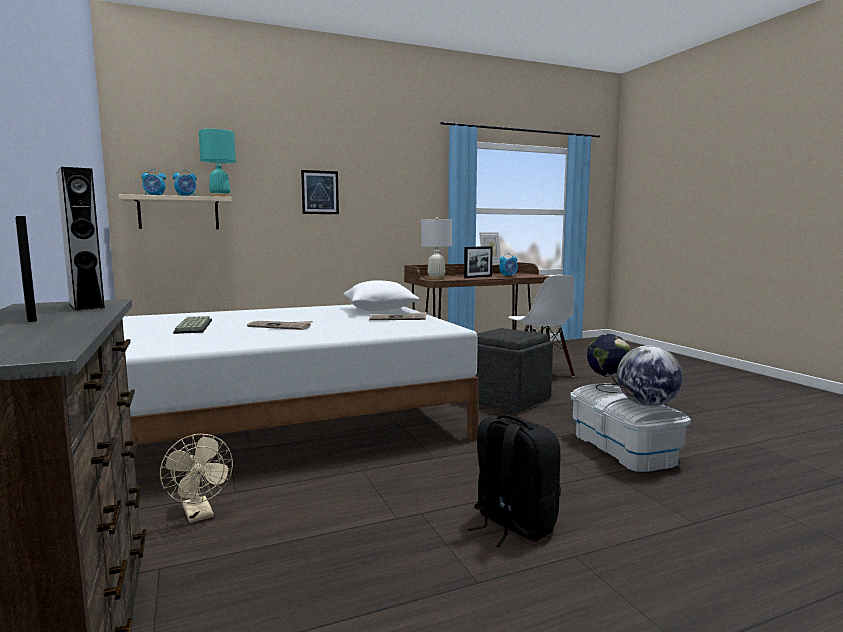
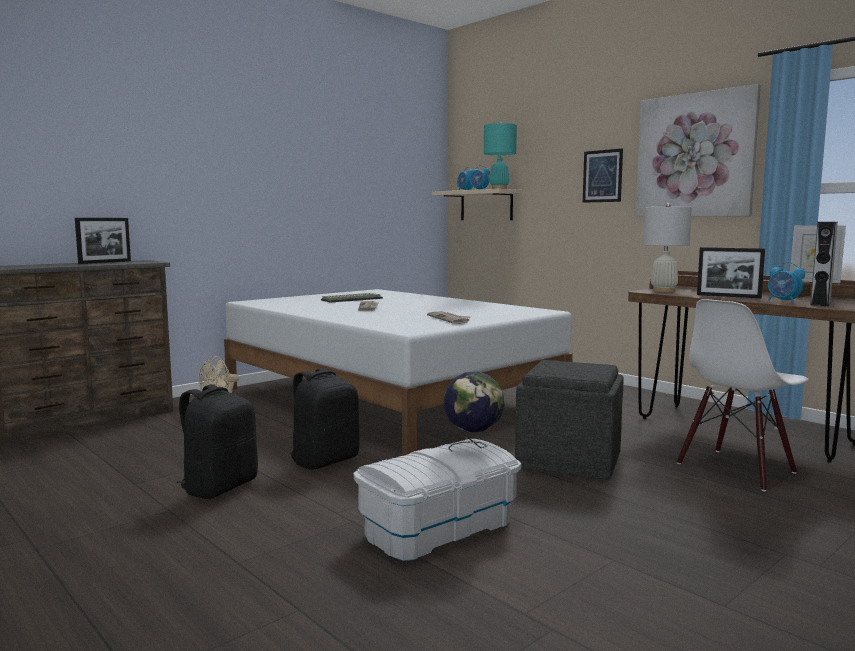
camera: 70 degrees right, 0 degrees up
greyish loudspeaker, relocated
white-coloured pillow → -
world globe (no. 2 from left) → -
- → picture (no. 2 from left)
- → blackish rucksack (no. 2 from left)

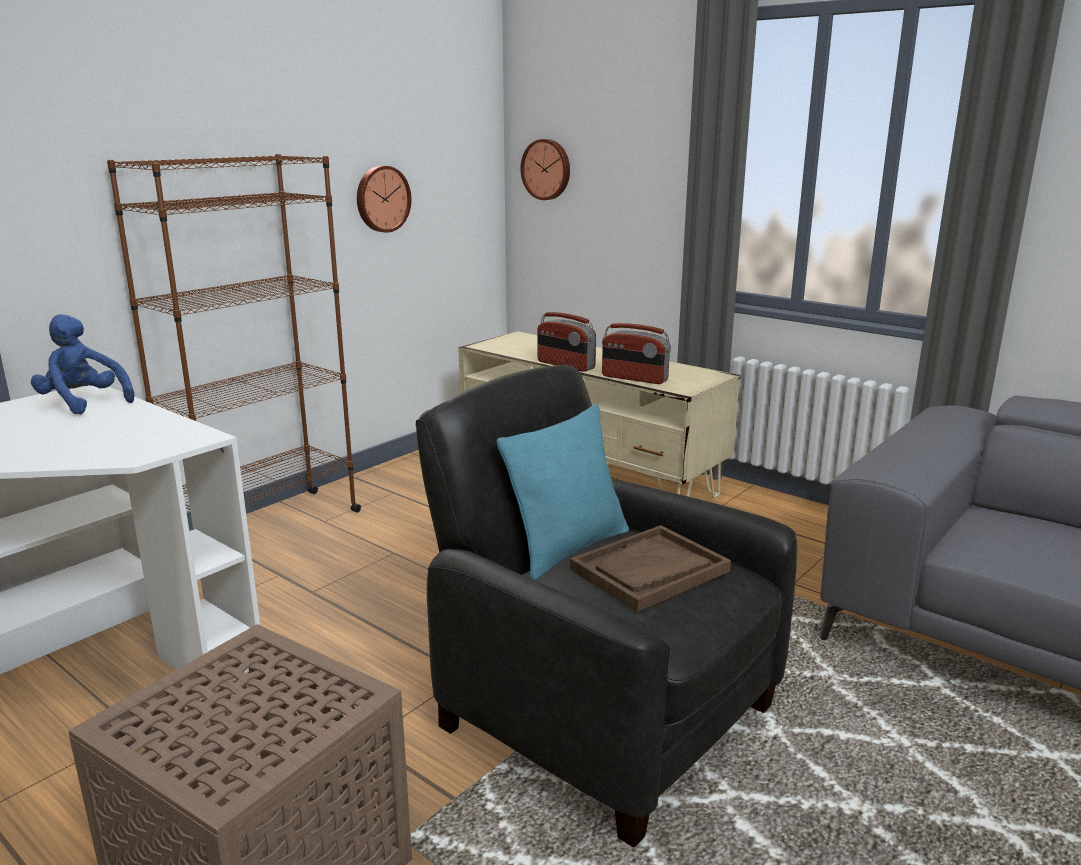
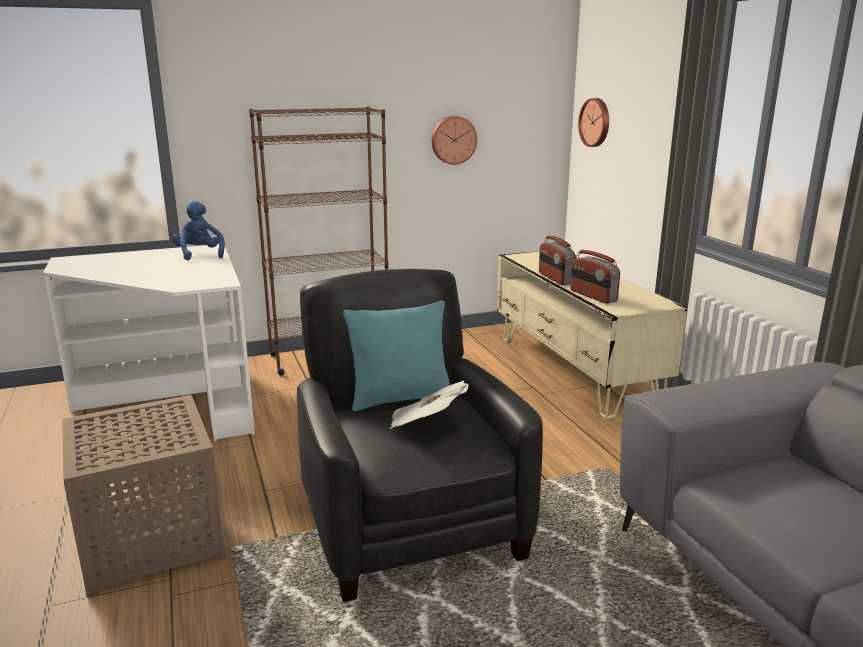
camera: 30 degrees right, 0 degrees up
brown carrying tray → printed paper

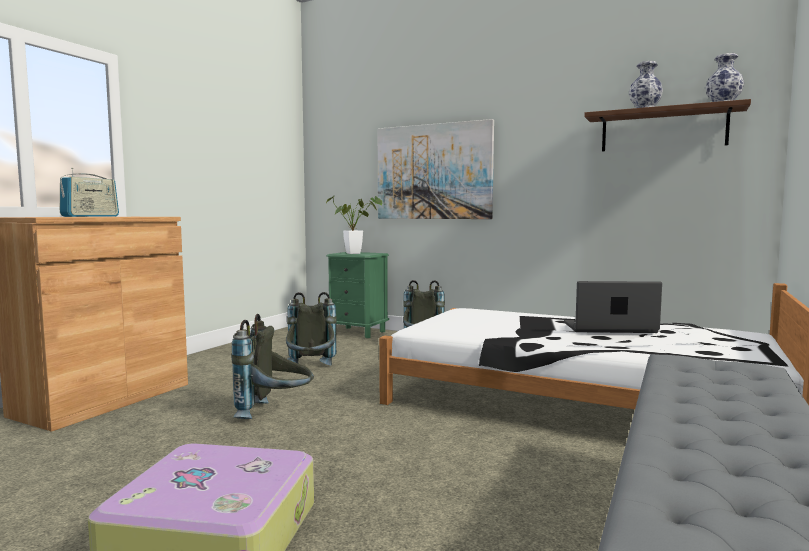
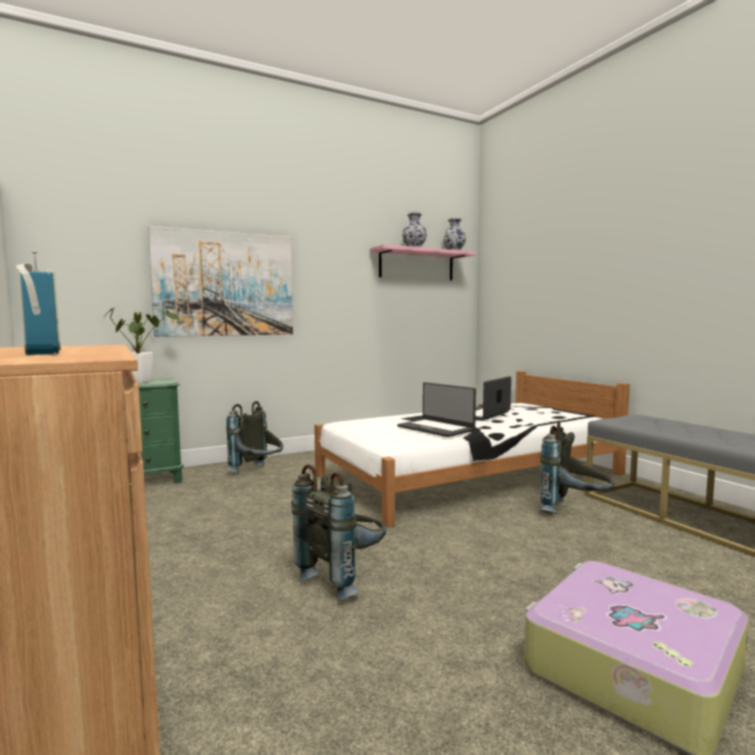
camera: 55 degrees left, 0 degrees up
brown bracket shelf → pink bracket shelf
greyish rucksack (no. 2 from left in the first image) → greyish rucksack (no. 3 from left), relocated
- → laptop (no. 1 from left)

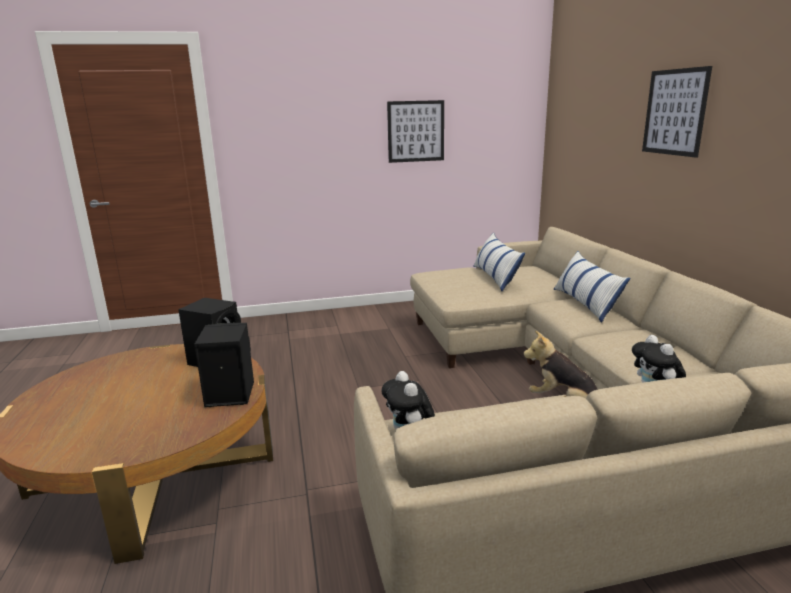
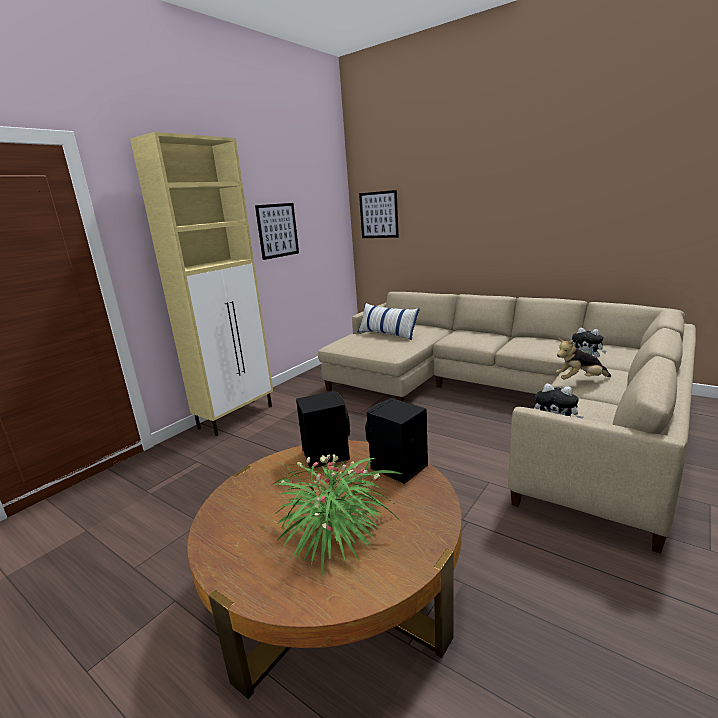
camera: 40 degrees left, 0 degrees up
picture (no. 2 from left), relocated
pillow (no. 2 from left) → -
- → sand-coloured cabinet
- → potted plant

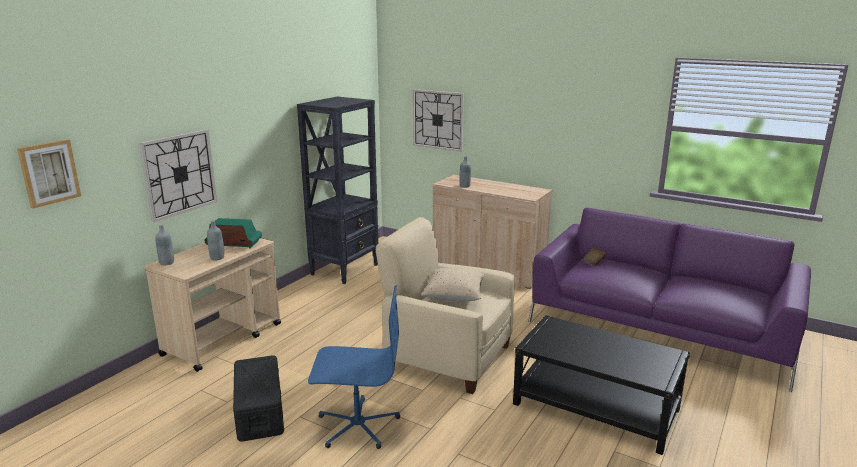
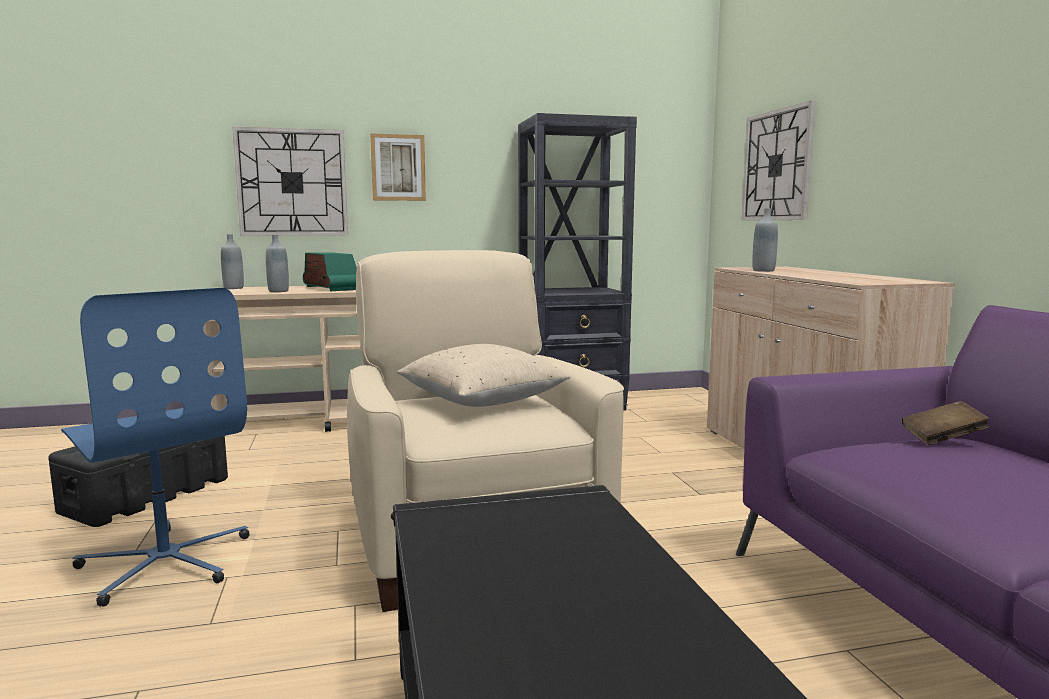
camera: 45 degrees right, 10 degrees down
picture, relocated

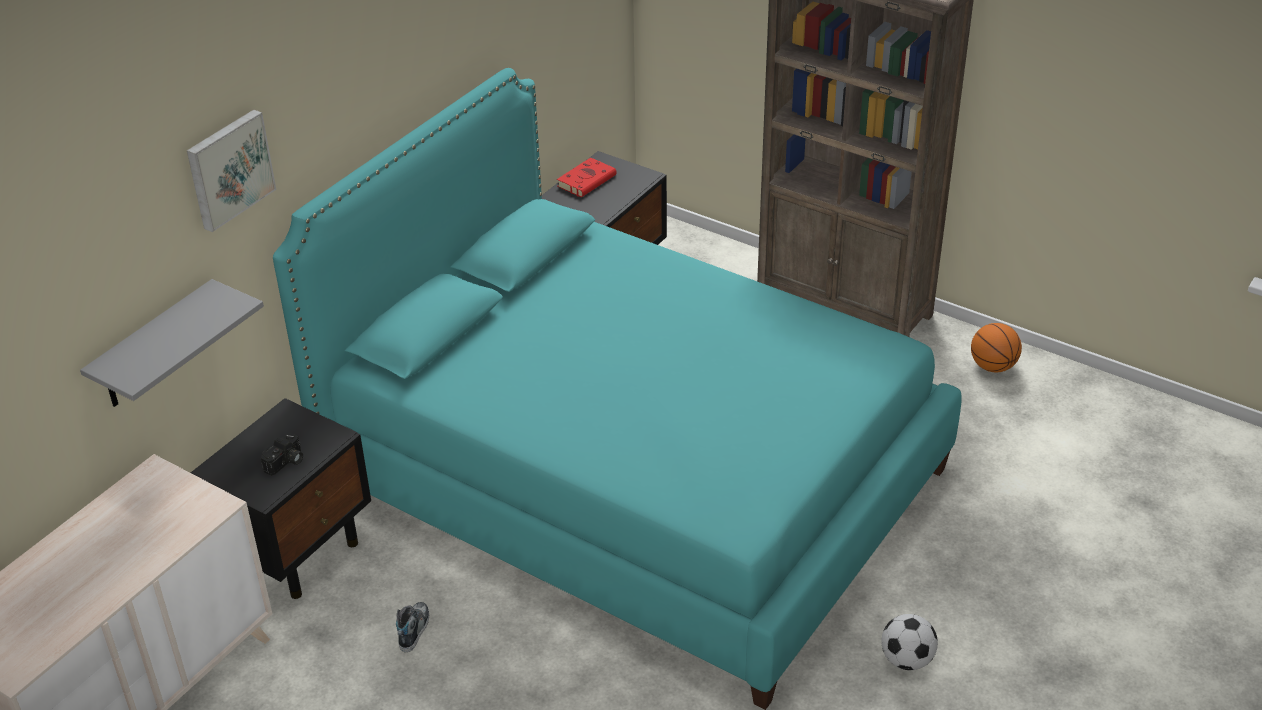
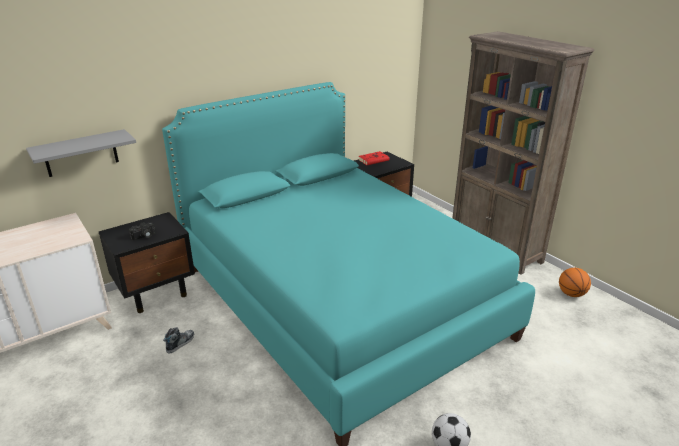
camera: 20 degrees right, 10 degrees down
picture → -

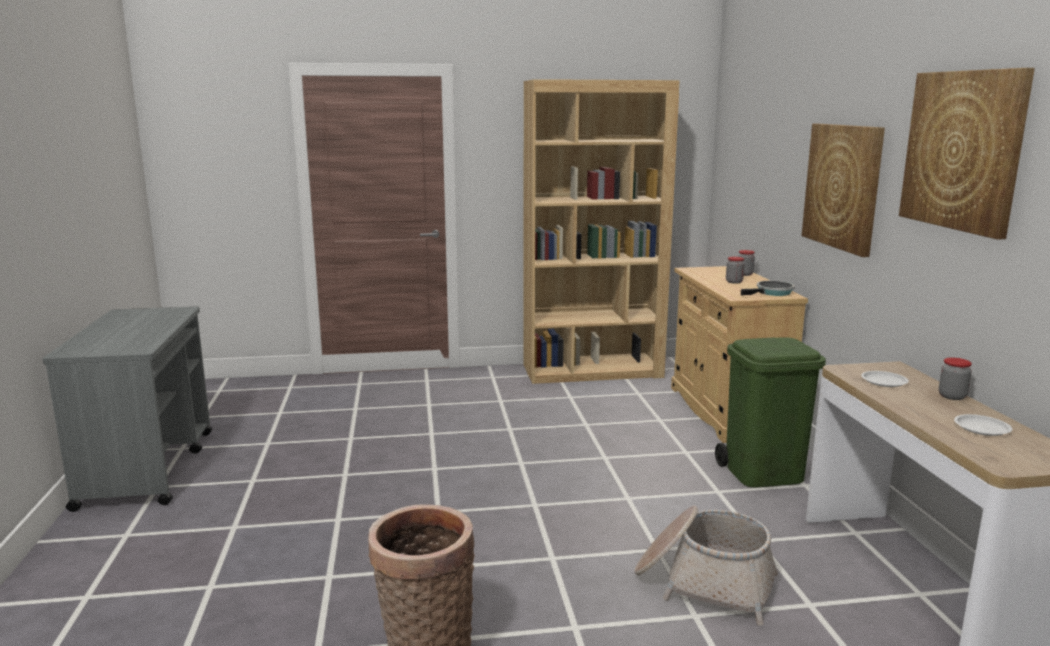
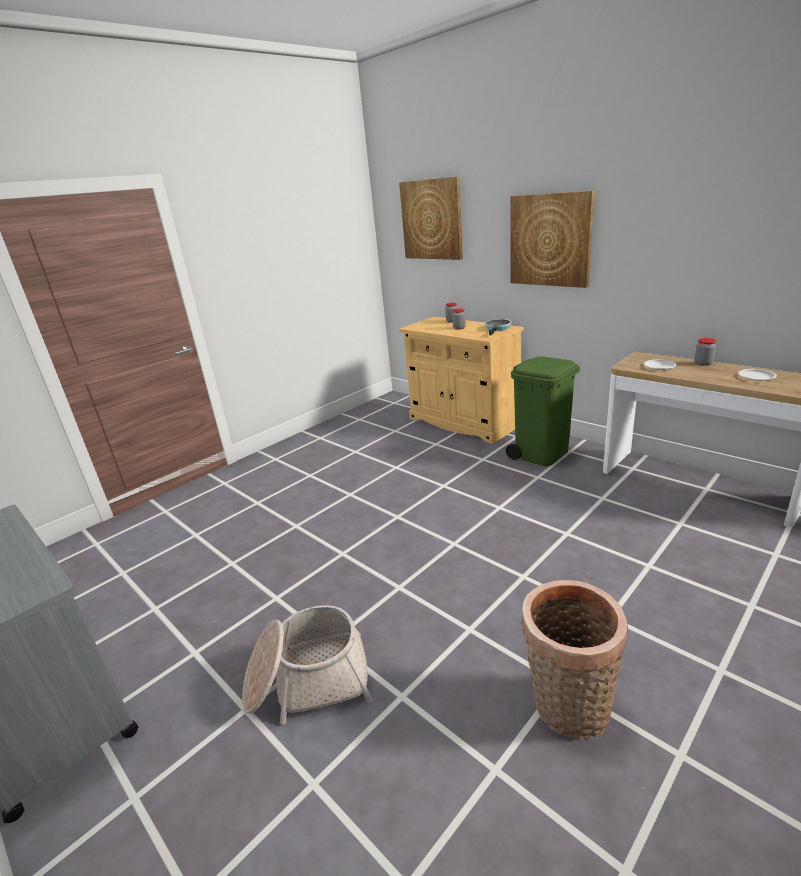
camera: 35 degrees left, 10 degrees up
picture (no. 2 from left in the first image) → picture (no. 1 from left), relocated
brown bookcase → -
household basket (no. 2 from left in the first image) → household basket (no. 1 from left), relocated

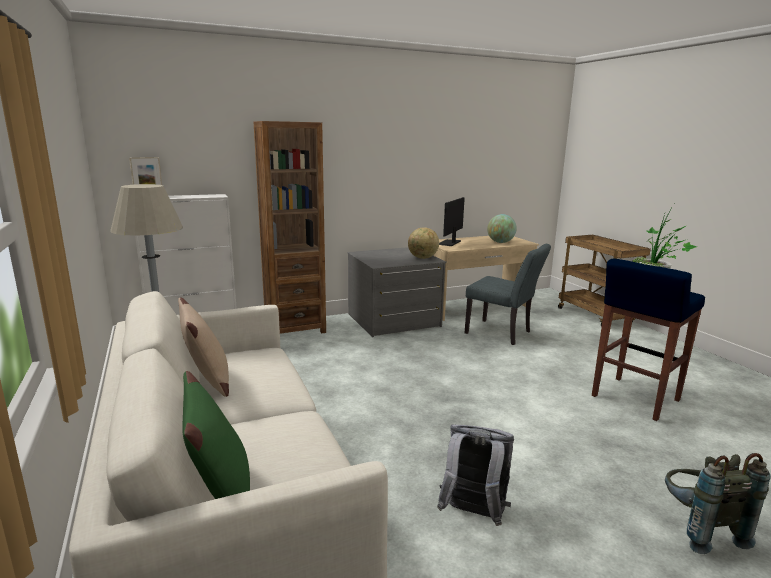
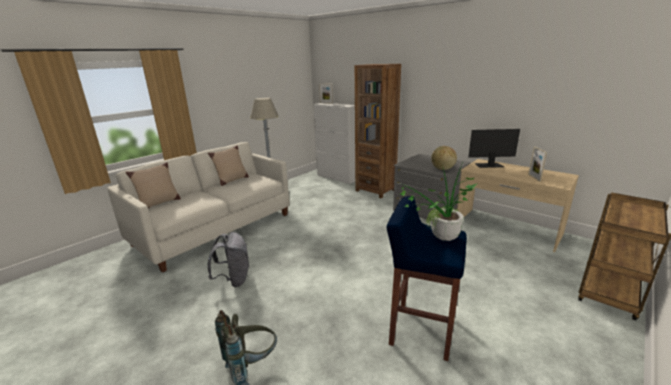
camera: 65 degrees right, 5 degrees up
world globe (no. 2 from left) → photo frame (no. 2 from left)
greyish chair → -
greenish pillow → sand-coloured pillow (no. 1 from left)

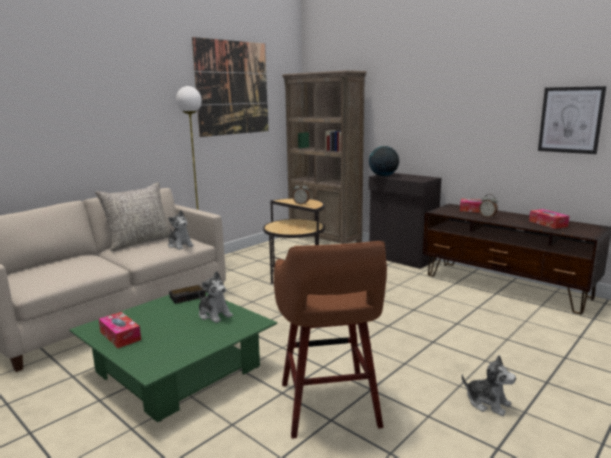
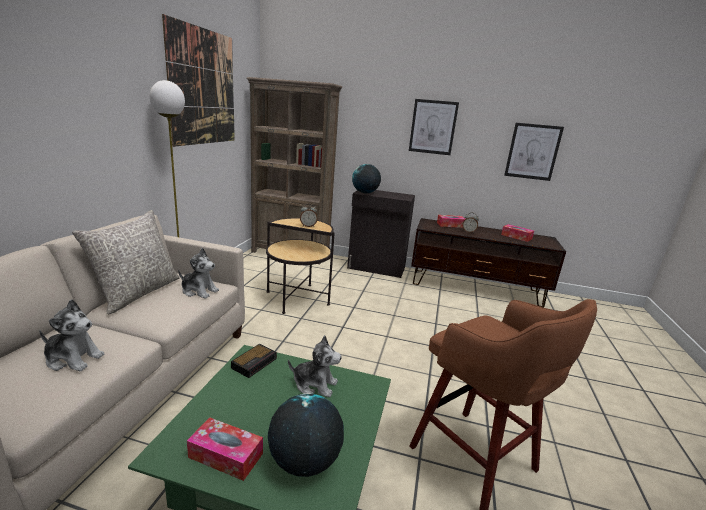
camera: 30 degrees left, 5 degrees up
cuddly toy (no. 3 from left in the first image) → cuddly toy (no. 1 from left), relocated
- → picture (no. 2 from left)
- → world globe (no. 1 from left)

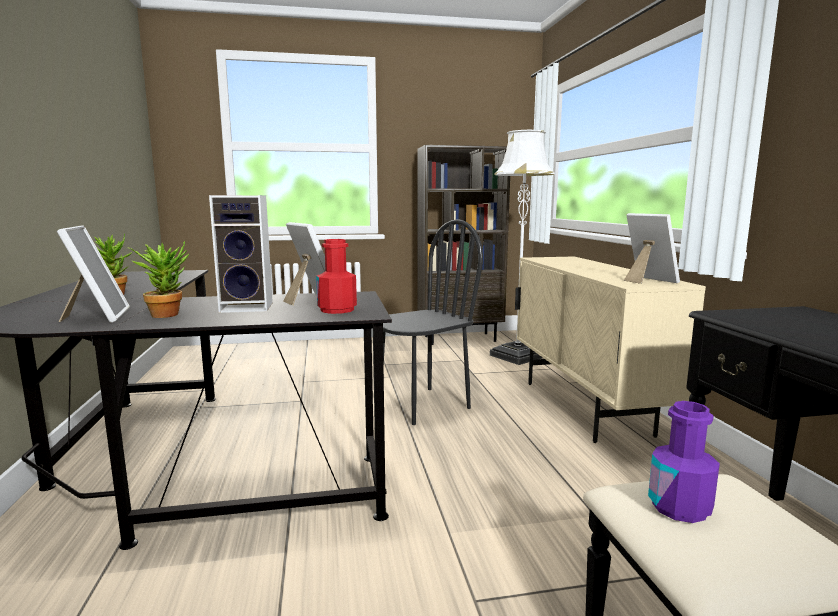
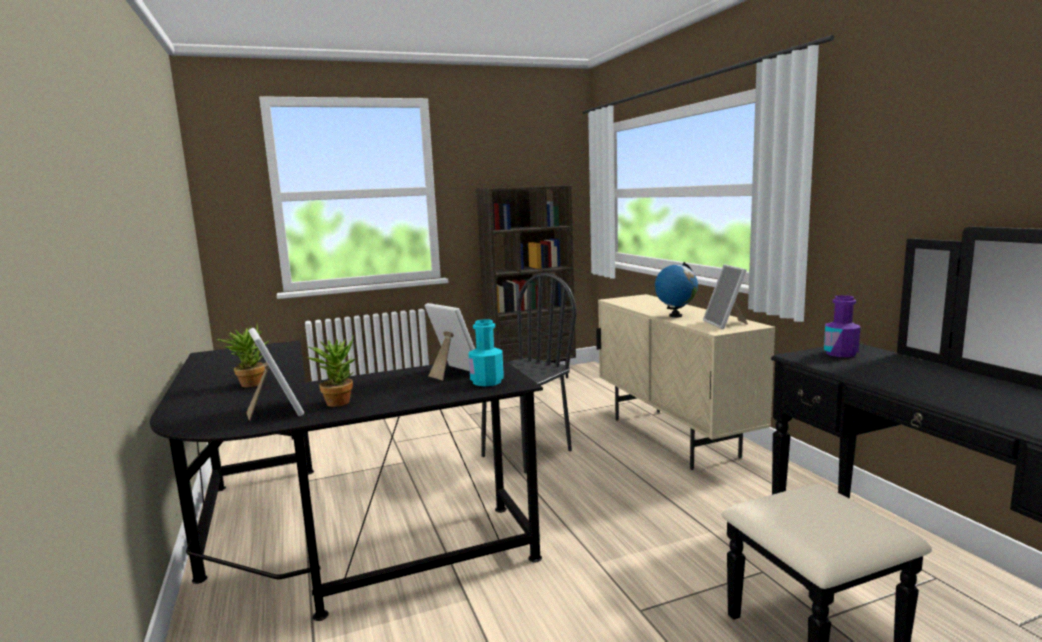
camera: 10 degrees left, 0 degrees up
white-coloured floor lamp → -
loudspeaker → -
photo frame (no. 3 from left), 150 degrees counterclockwise
red bottle → blue-green bottle
purple-coloured bottle, relocated
- → world globe

